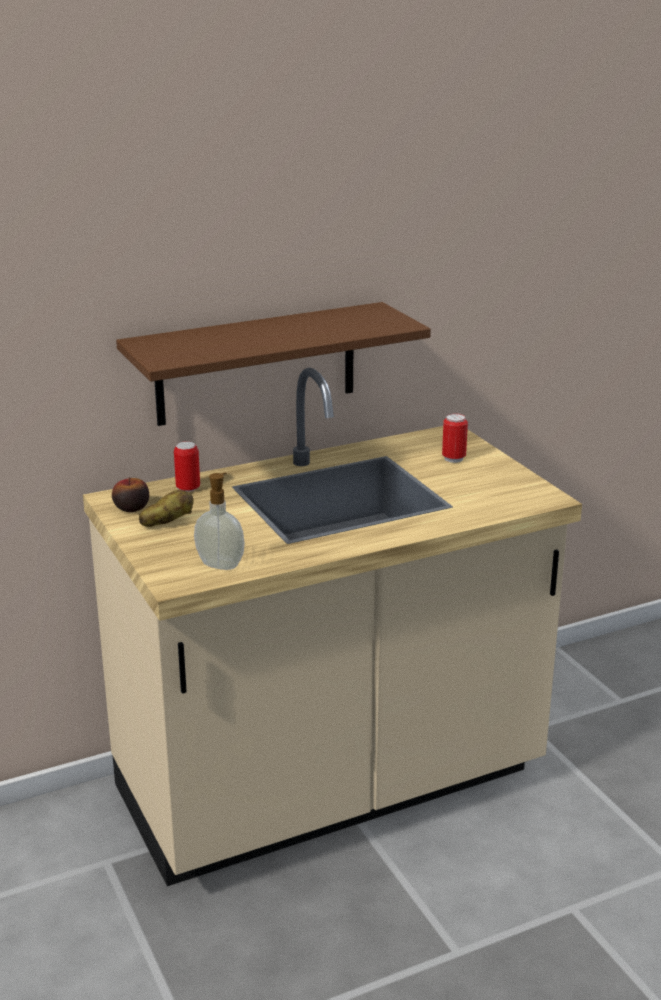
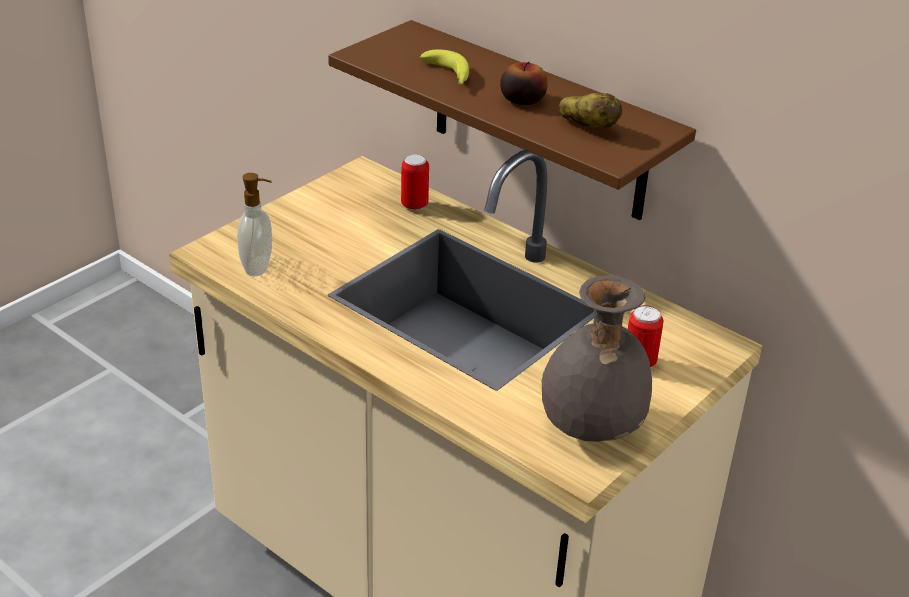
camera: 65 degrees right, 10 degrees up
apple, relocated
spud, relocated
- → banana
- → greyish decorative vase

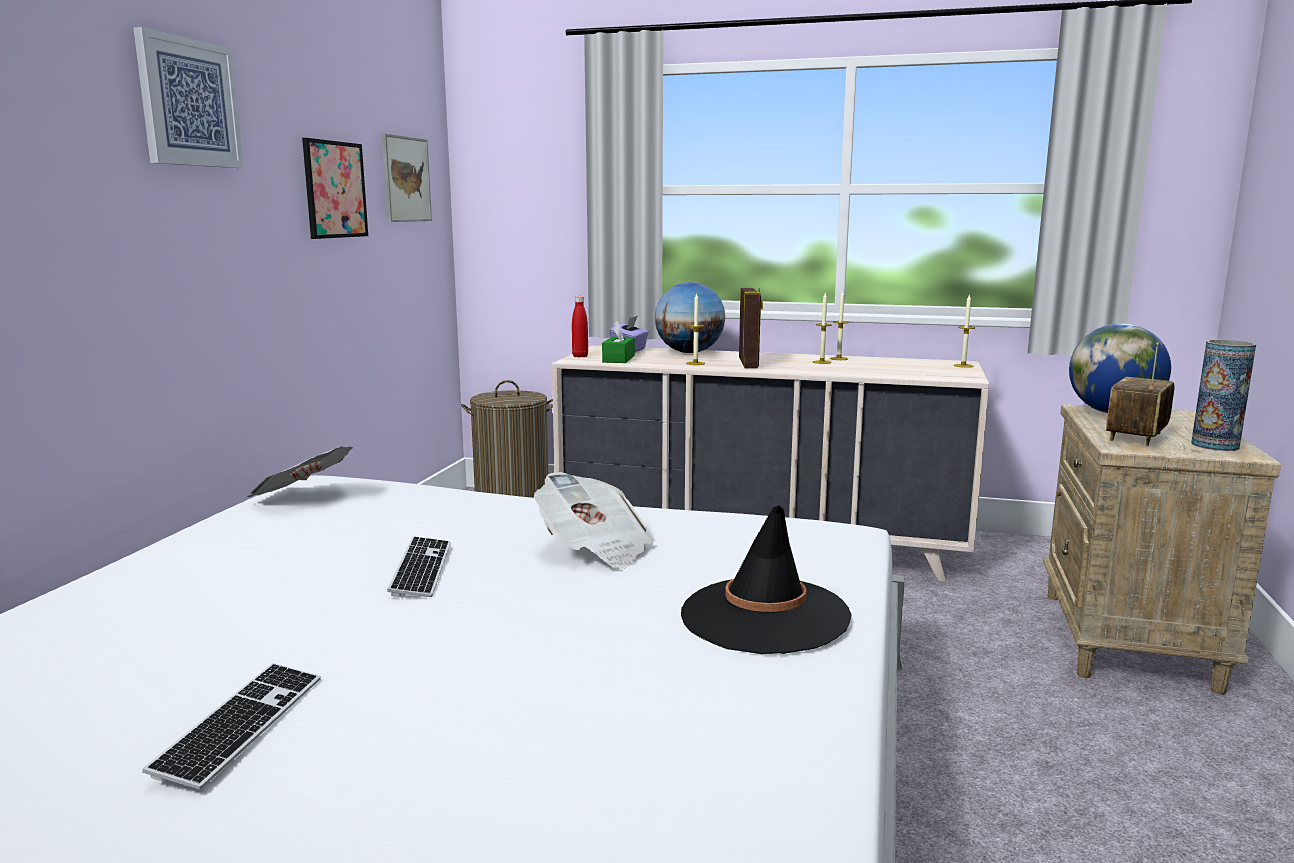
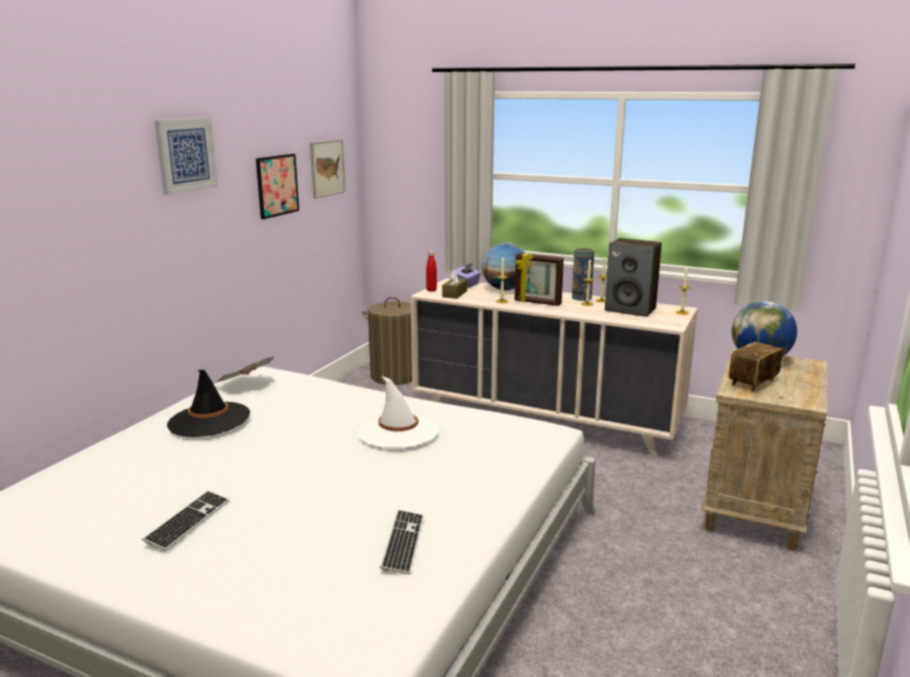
camera: 10 degrees right, 5 degrees up
photo frame, 105 degrees clockwise
greenish tissue box → brown tissue box
decorative vase, relocated
printed paper (no. 2 from left) → white-coloured hat
blackish hat, relocated
PC keyboard (no. 2 from left), relocated
- → loudspeaker

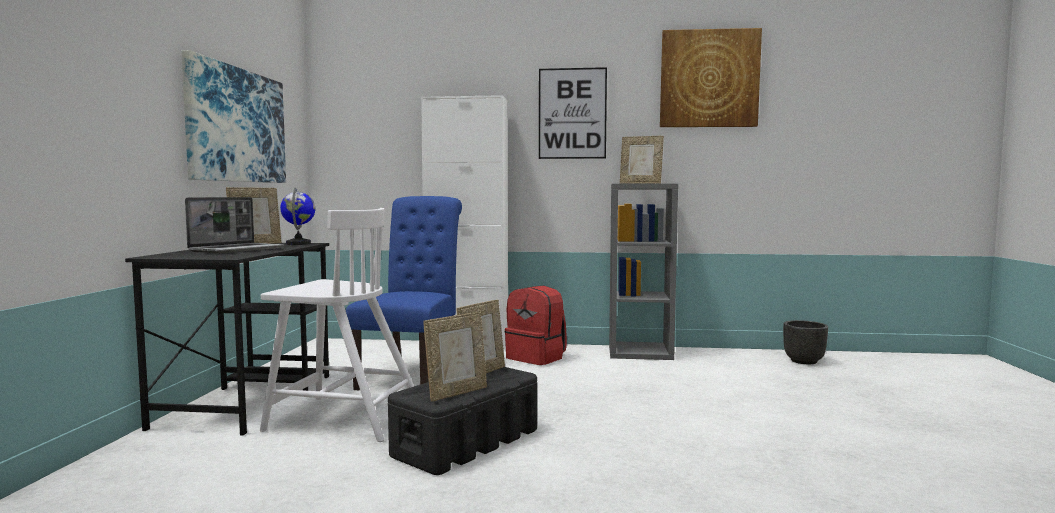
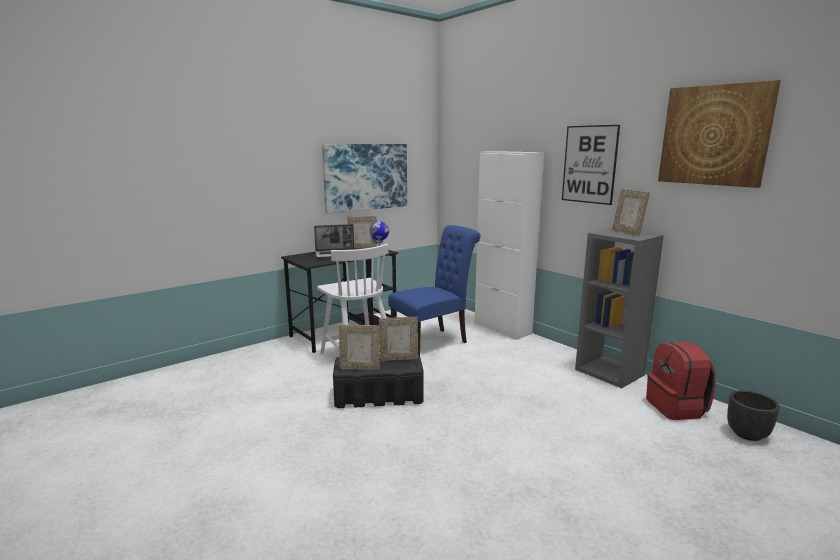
camera: 45 degrees right, 10 degrees up
red rucksack, relocated

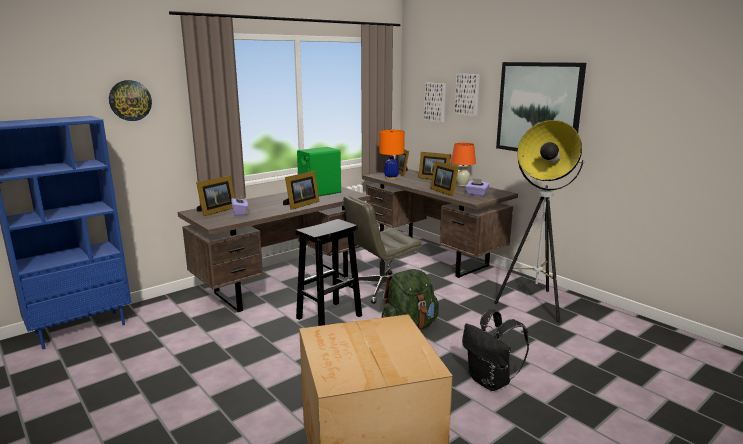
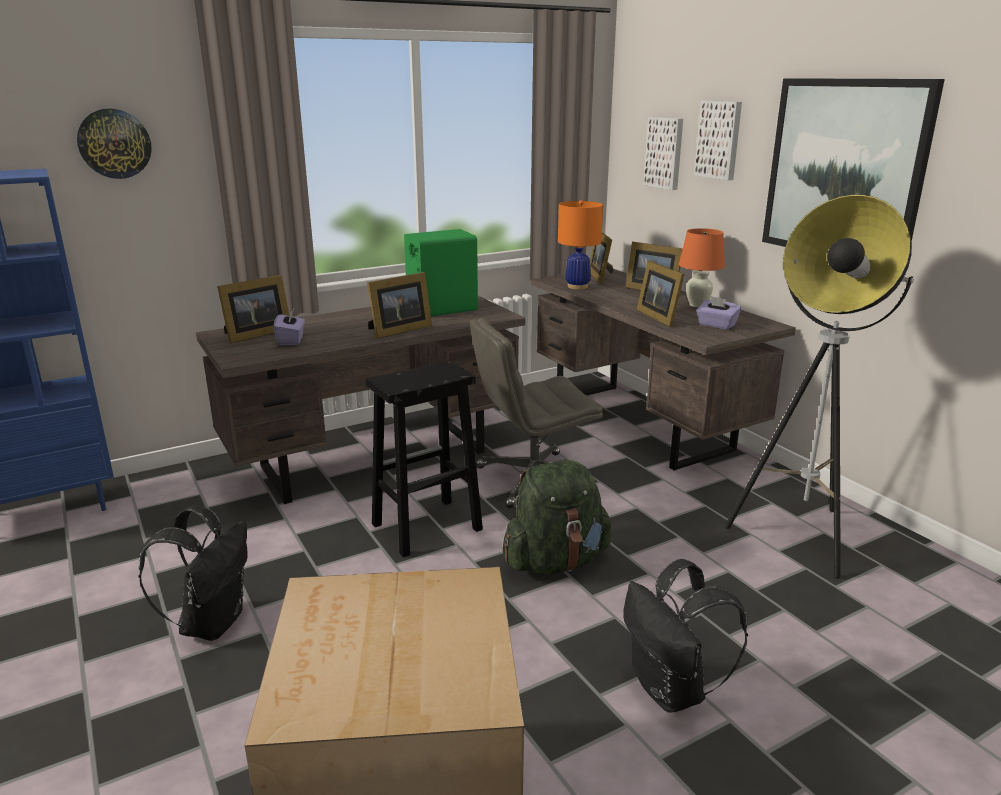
camera: 10 degrees right, 5 degrees up
- → blackish rucksack (no. 1 from left)

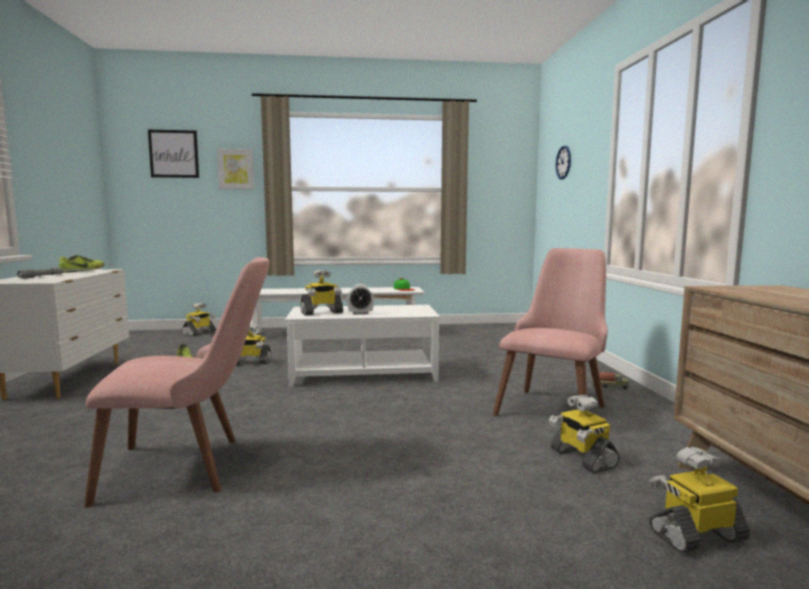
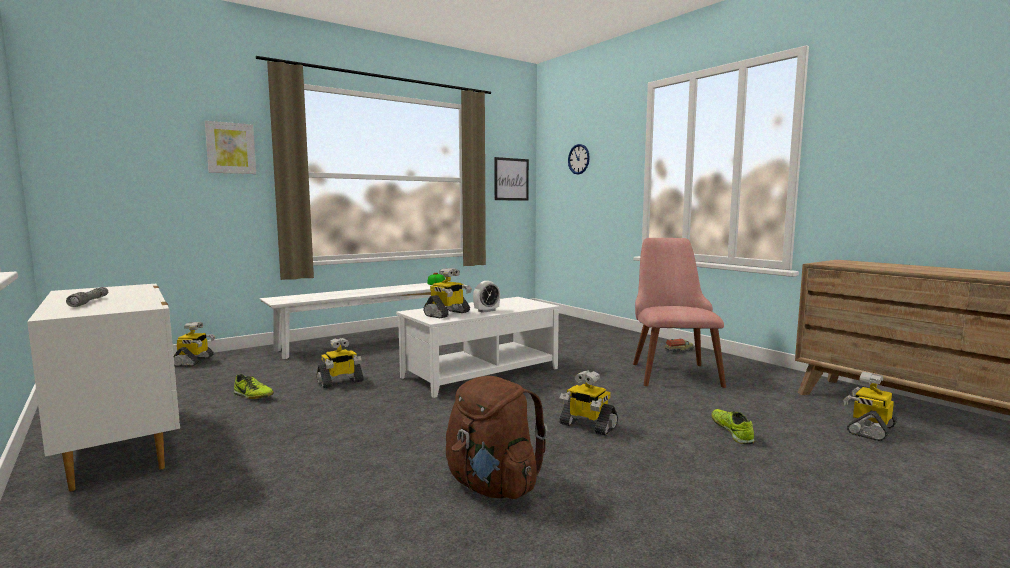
camera: 30 degrees left, 0 degrees up
picture (no. 1 from left in the first image) → picture (no. 2 from left), relocated
shoe (no. 1 from left in the first image) → shoe (no. 2 from left), relocated
pink chair (no. 1 from left) → brown rucksack
model robot (no. 4 from left), relocated

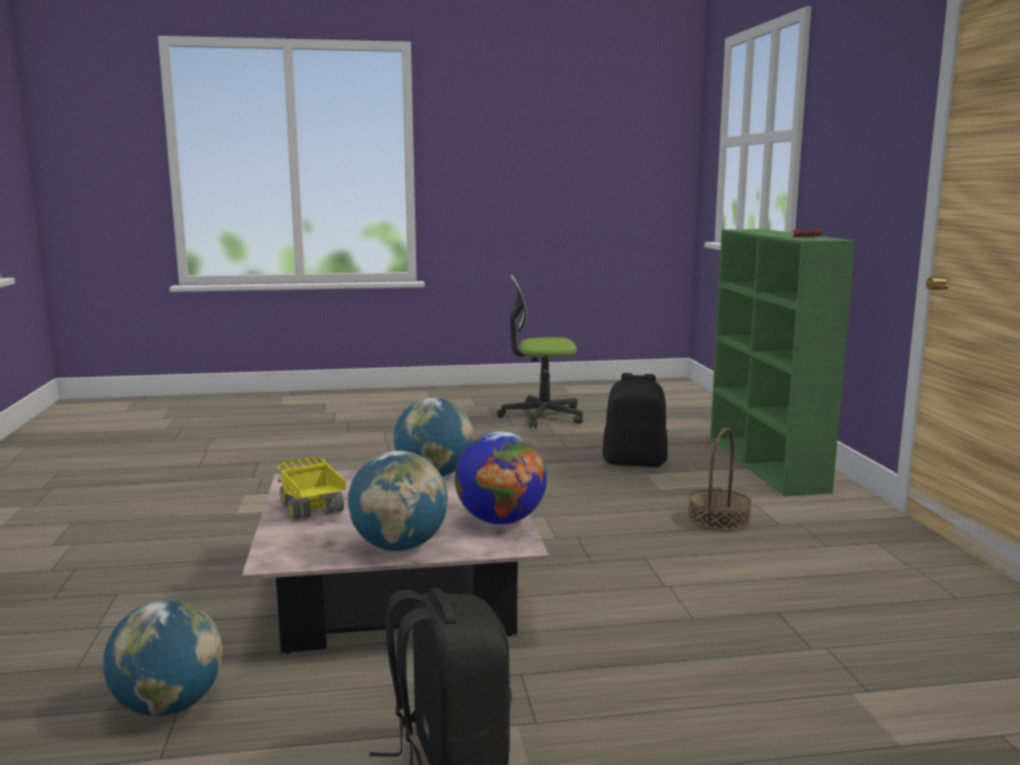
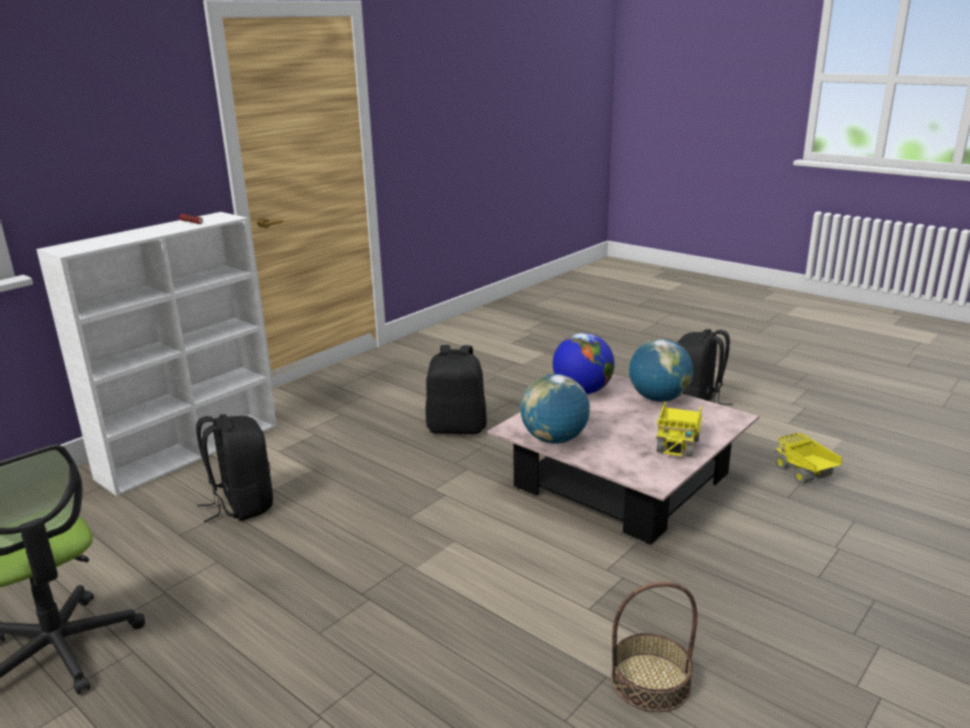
camera: 130 degrees left, 10 degrees up
greenish bookcase → white-coloured bookcase
household basket, relocated
world globe (no. 1 from left) → model truck (no. 2 from left)
- → blackish rucksack (no. 2 from left)

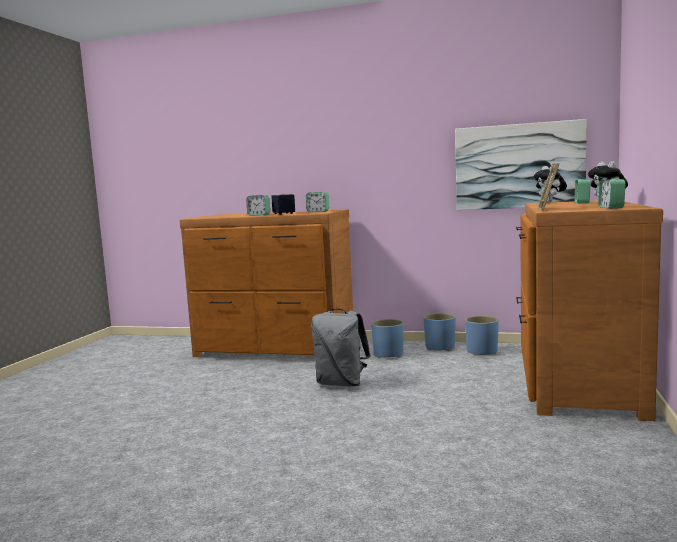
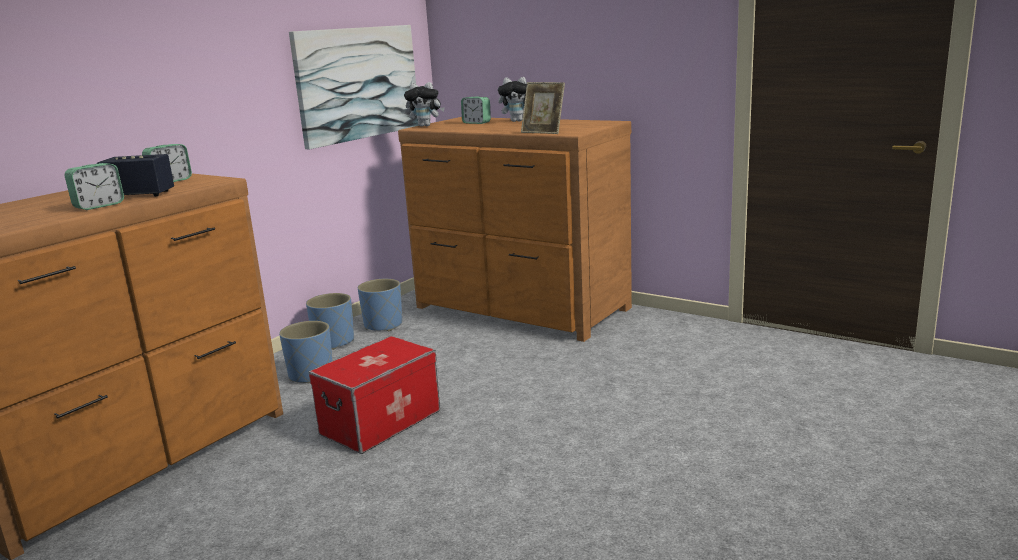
camera: 70 degrees left, 10 degrees up
bedside clock (no. 4 from left) → -
greyish rucksack → storage box

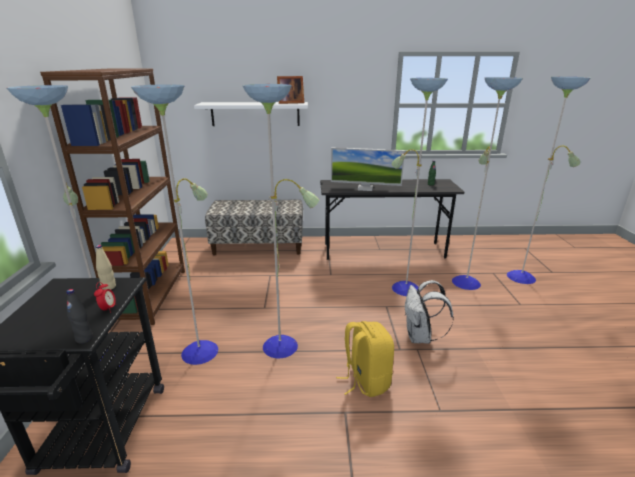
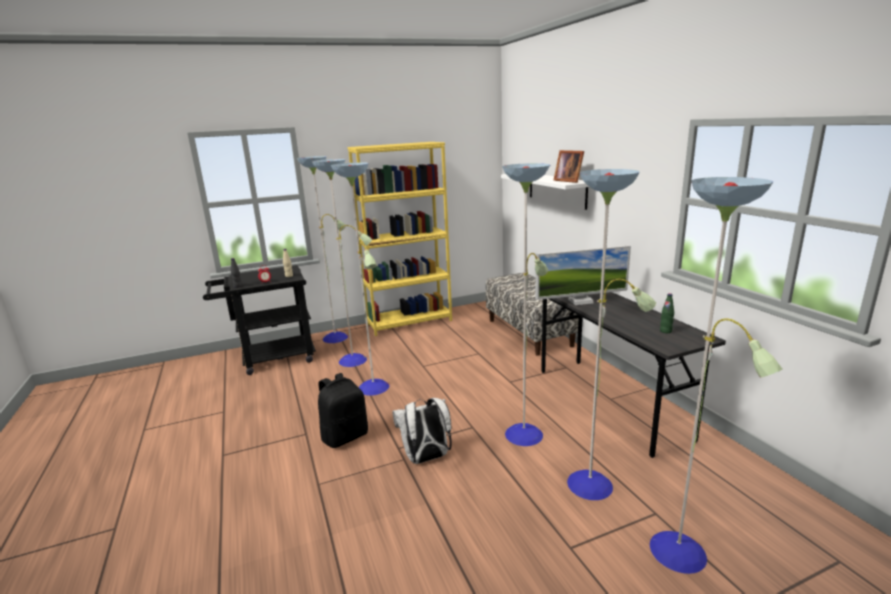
camera: 70 degrees right, 5 degrees down
brown bookcase → yellow-coloured bookcase
computer display, 90 degrees counterclockwise
yellow-coloured rucksack → blackish rucksack

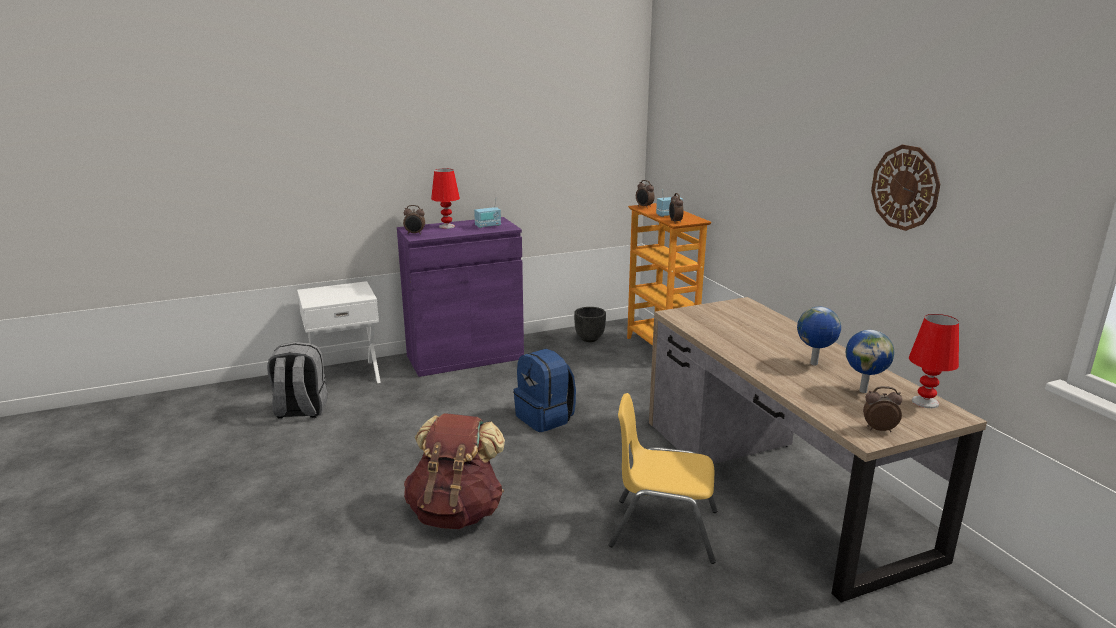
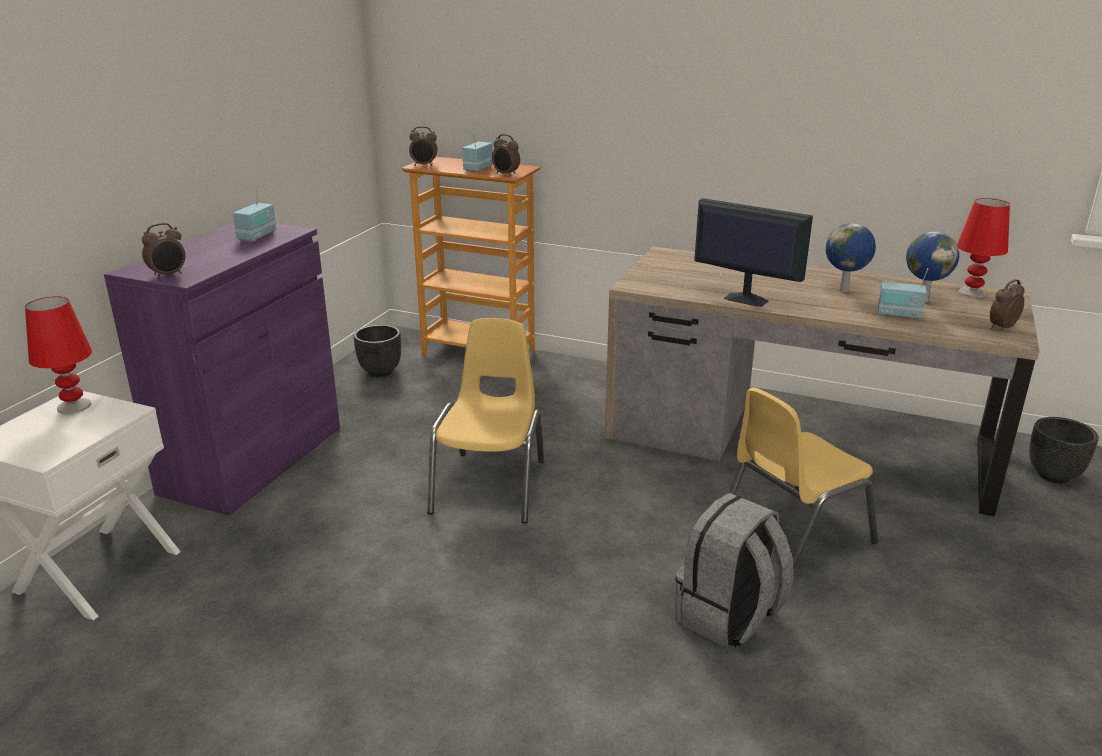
camera: 45 degrees left, 5 degrees up
clock on the wall → -
red table lamp (no. 1 from left), relocated
greyish rucksack, relocated
bluish rucksack → yellow-coloured chair (no. 1 from left)
brown rucksack → -
- → computer display
- → radio receiver (no. 3 from left)
- → blackish plant pot (no. 2 from left)

